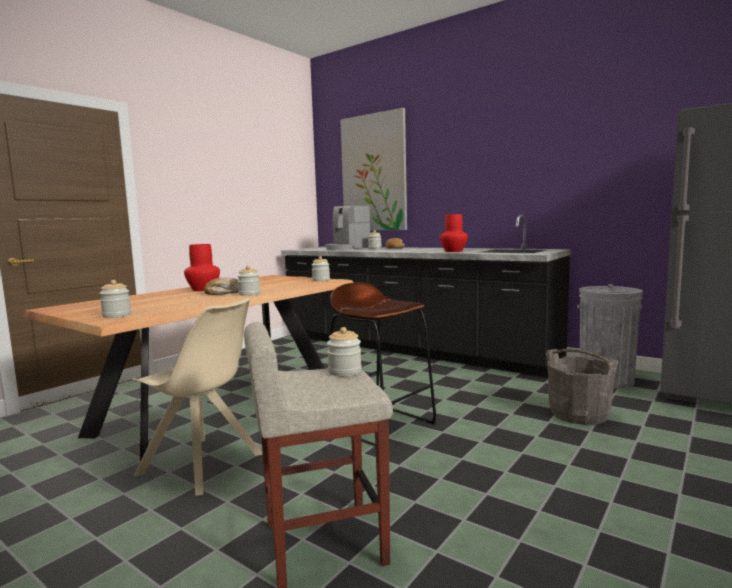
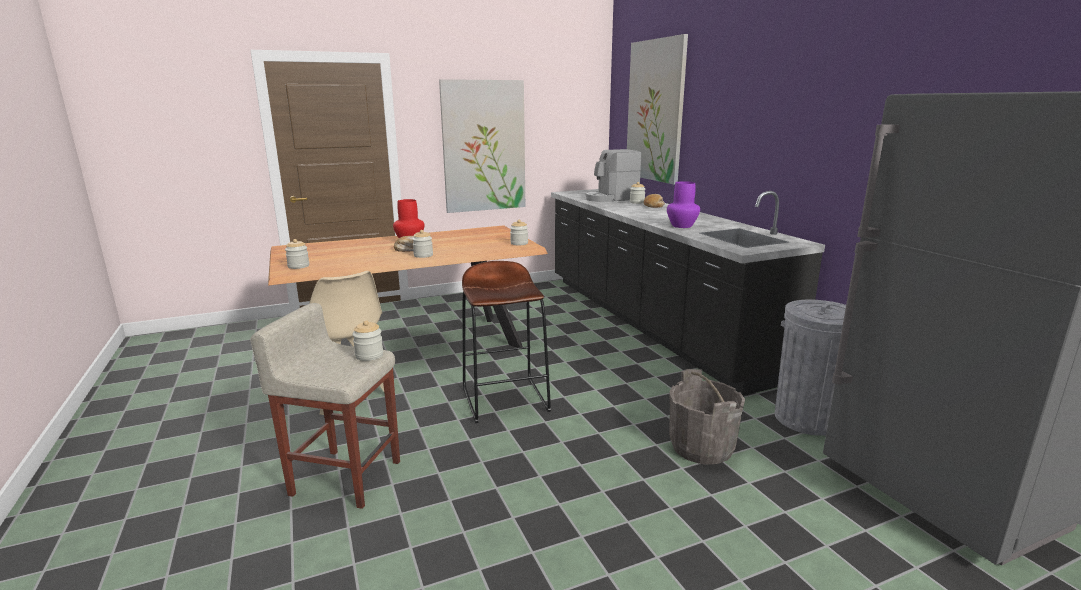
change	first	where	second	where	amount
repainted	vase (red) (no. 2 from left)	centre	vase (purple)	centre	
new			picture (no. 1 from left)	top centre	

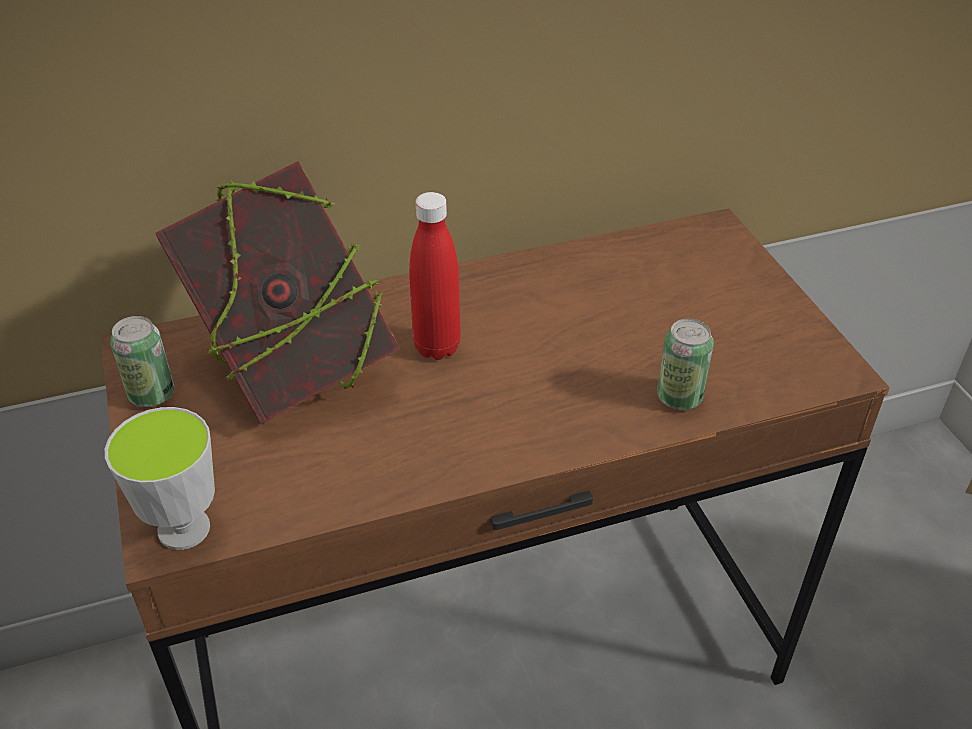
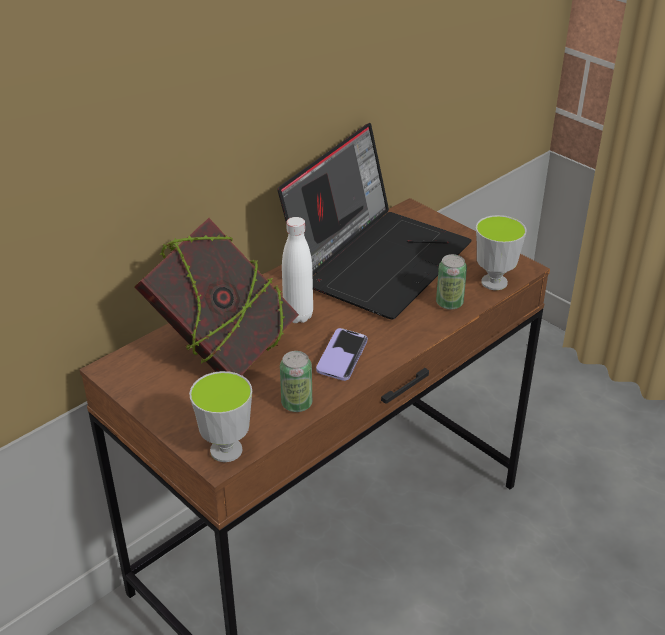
change	first	where	second	where	amount
shifted	can (no. 1 from left)	middle left		centre	
repainted	bottle (red)	centre	bottle (white)	centre	
new			laptop	centre	
new			phone	centre	
new			cup (no. 2 from left)	middle right	

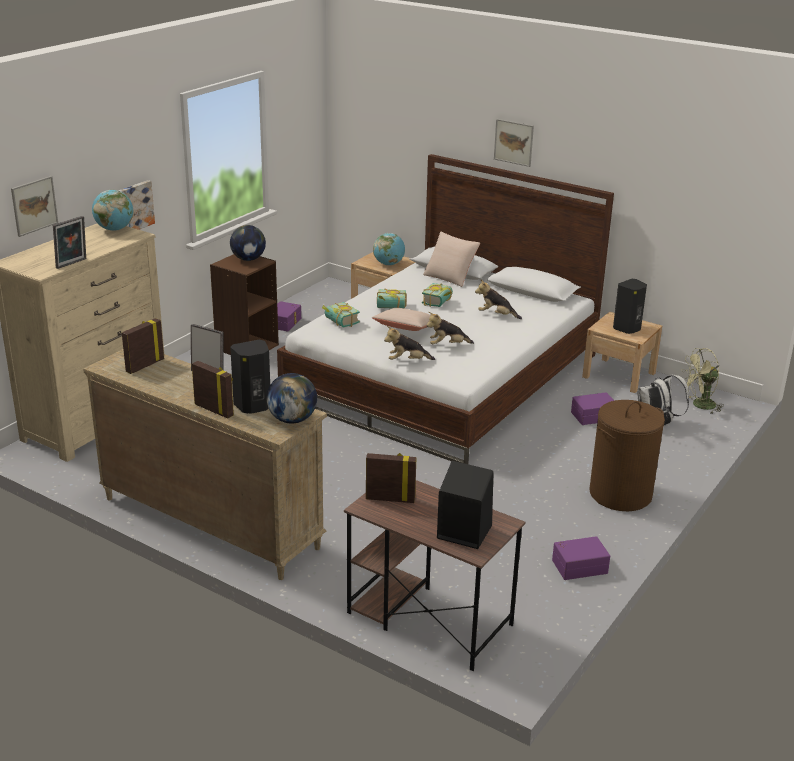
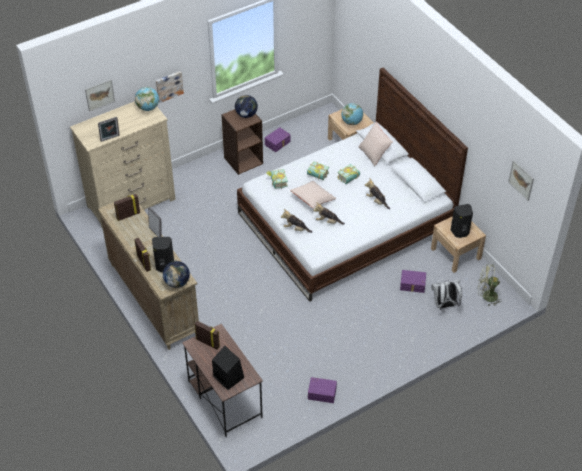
change	first	where	second	where	amount
shifted	picture (no. 3 from left)	top centre		middle right	
gone	laundry basket (brown)	middle right			

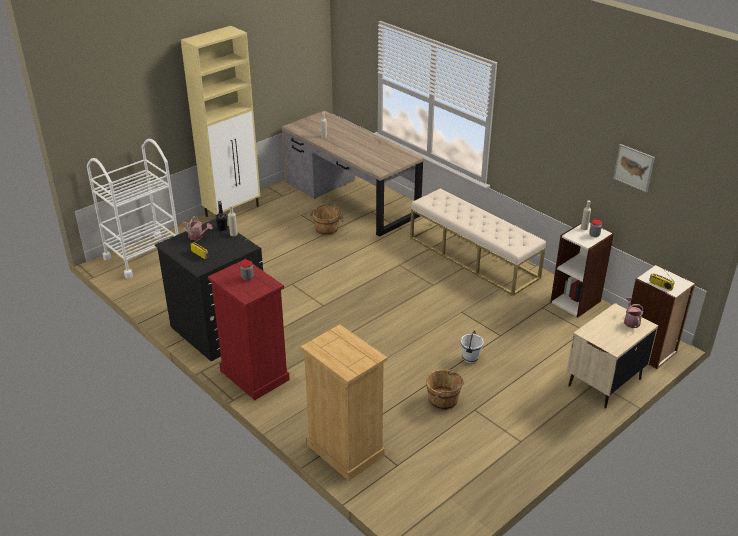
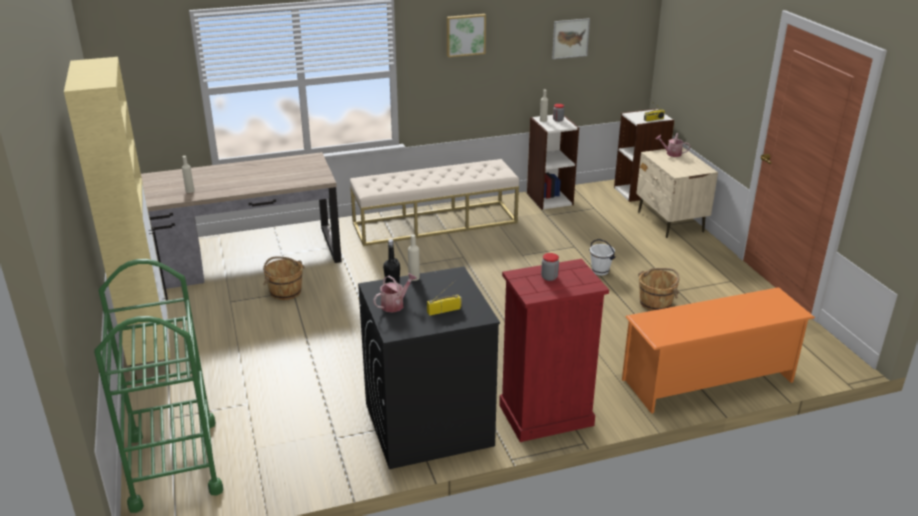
change	first	where	second	where	amount
repainted	cart (white)	middle left	cart (green)	bottom left	
swapped	dresser (beige)	bottom centre	shoe rack (orange)	bottom right	
new			picture (no. 1 from left)	top centre	

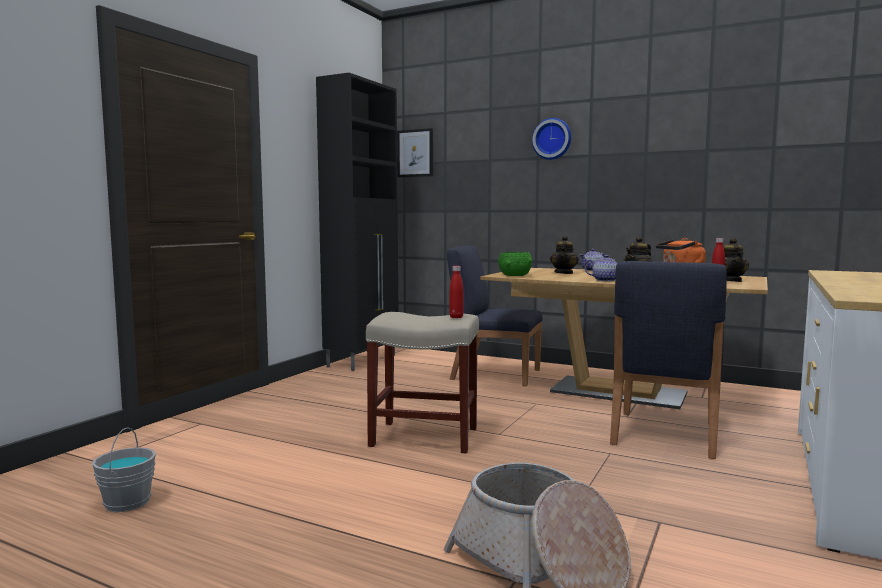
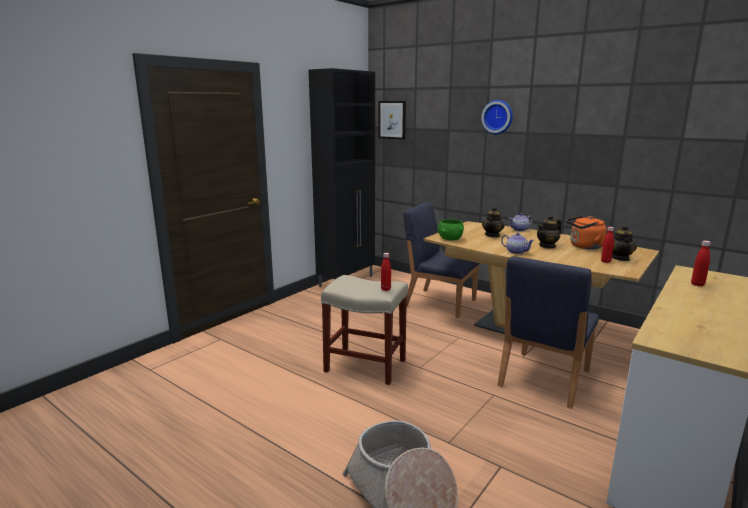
change	first	where	second	where	amount
gone	bucket (grey)	bottom left			
new			bottle (red) (no. 3 from left)	middle right	

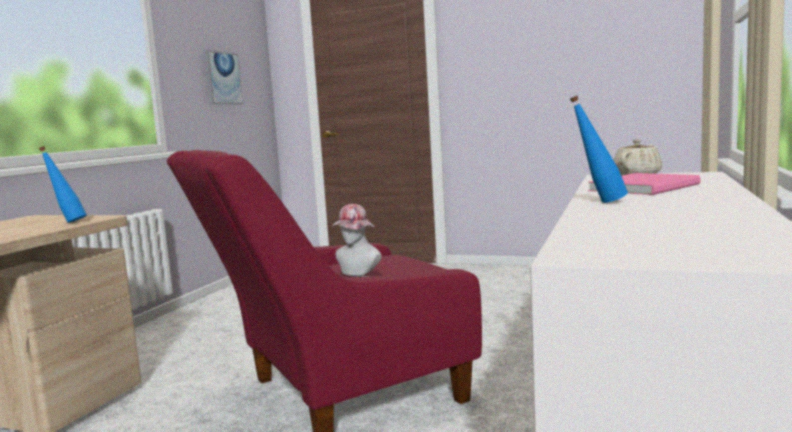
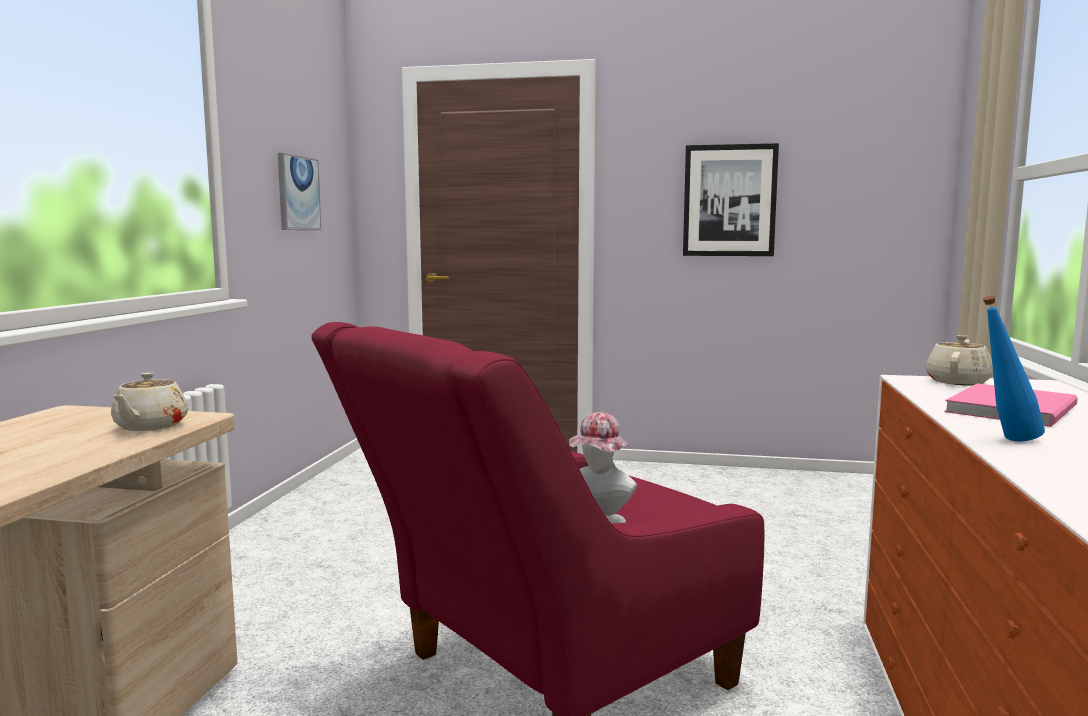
change	first	where	second	where	amount
swapped	bottle (blue) (no. 1 from left)	middle left	teapot (beige) (no. 1 from left)	middle left	
new			picture (no. 2 from left)	top right	

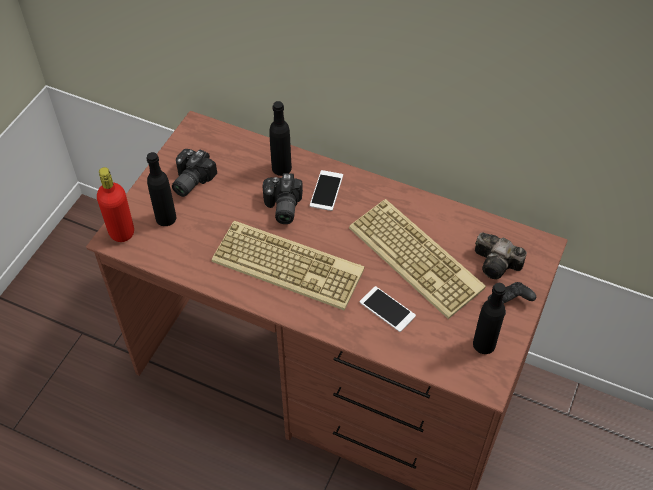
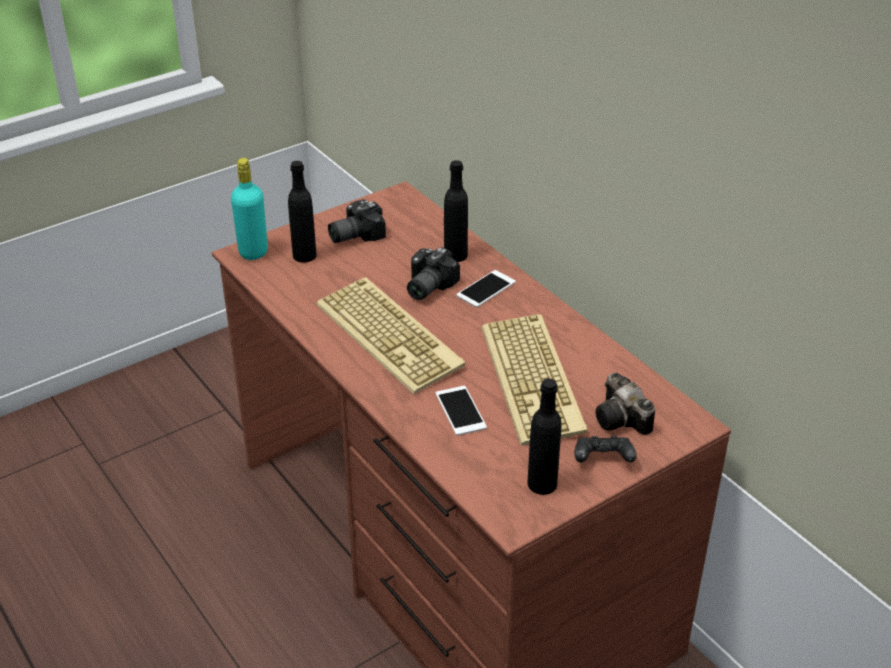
change	first	where	second	where	amount
repainted	bottle (red)	middle left	bottle (turquoise)	top left	

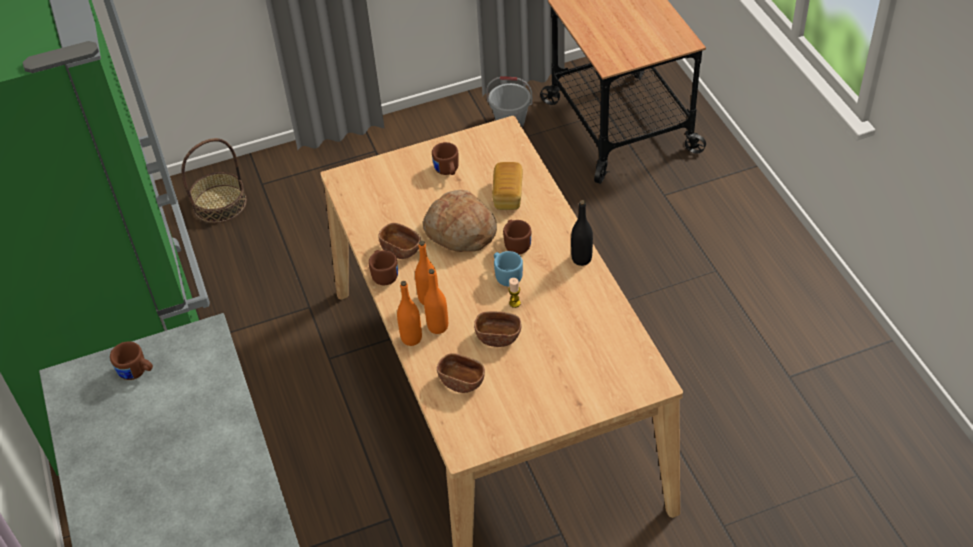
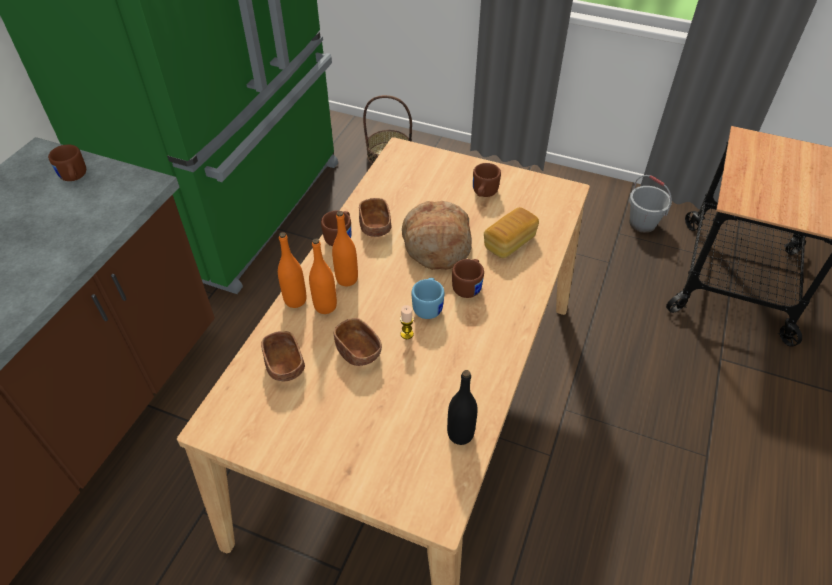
change	first	where	second	where	amount
shifted	bottle (black)	centre		bottom centre	

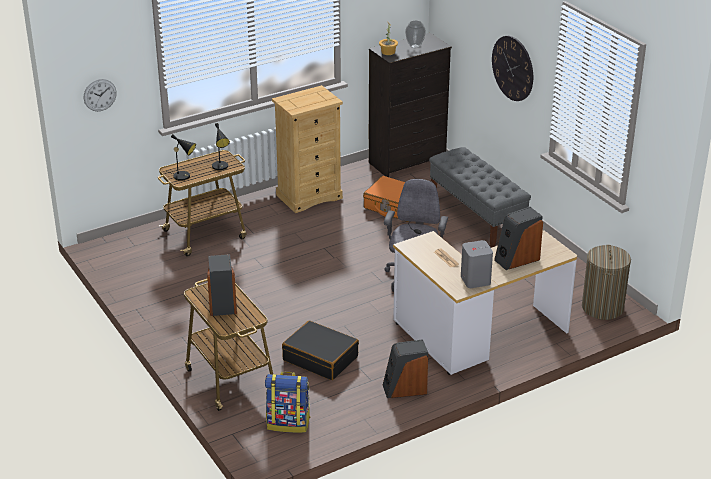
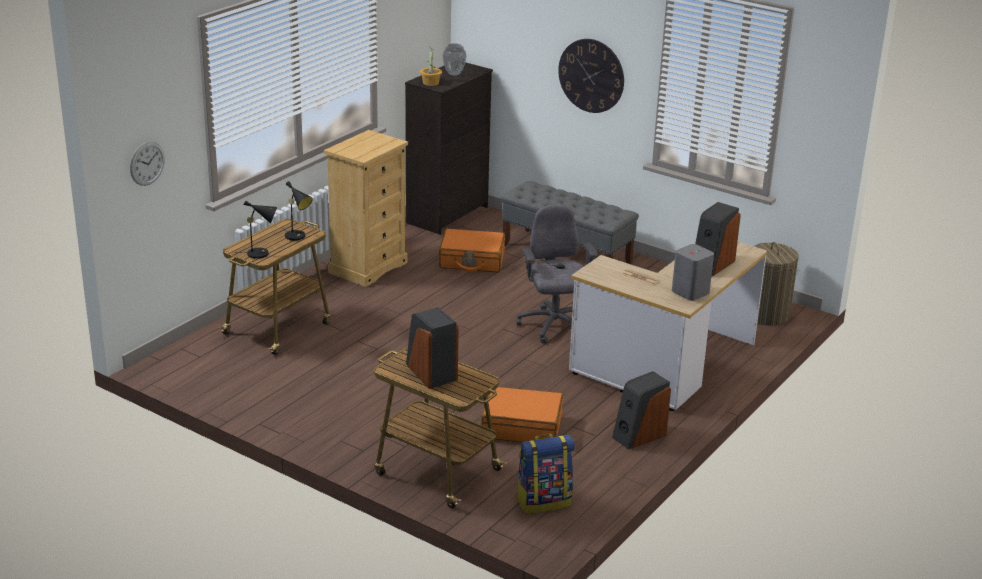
change	first	where	second	where	amount
repainted	suitcase (black)	bottom centre	suitcase (orange) (no. 2 from left)	bottom centre	

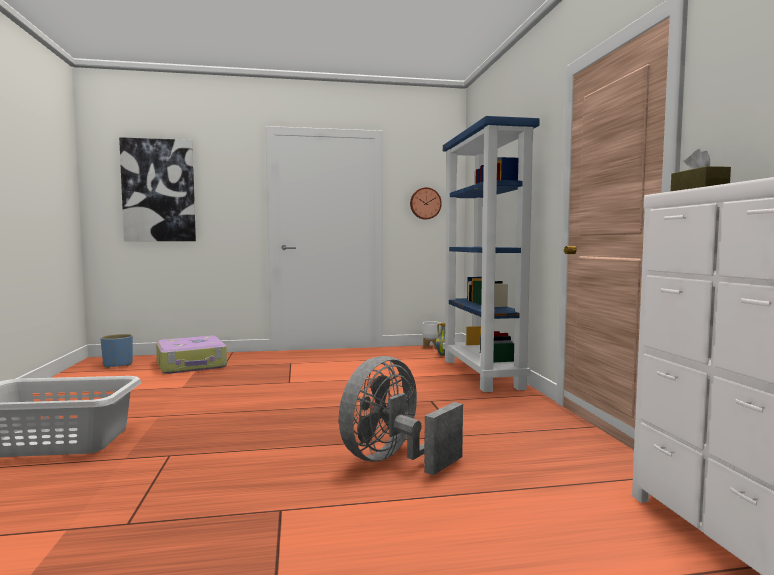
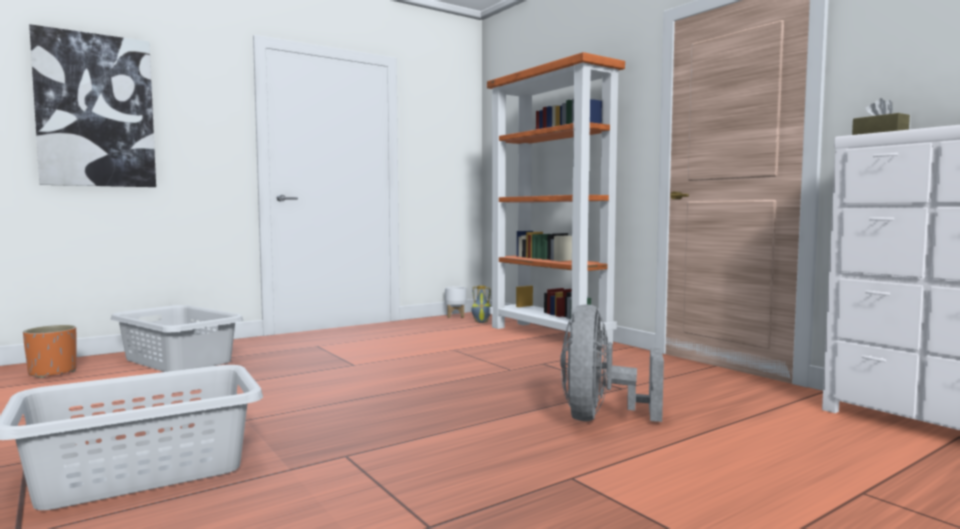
change	first	where	second	where	amount
repainted	planter (blue)	middle left	planter (orange)	middle left	
swapped	suitcase	middle left	laundry basket (grey) (no. 2 from left)	middle left	
gone	wall clock	centre			
repainted	bookcase (blue)	centre	bookcase (orange)	centre	

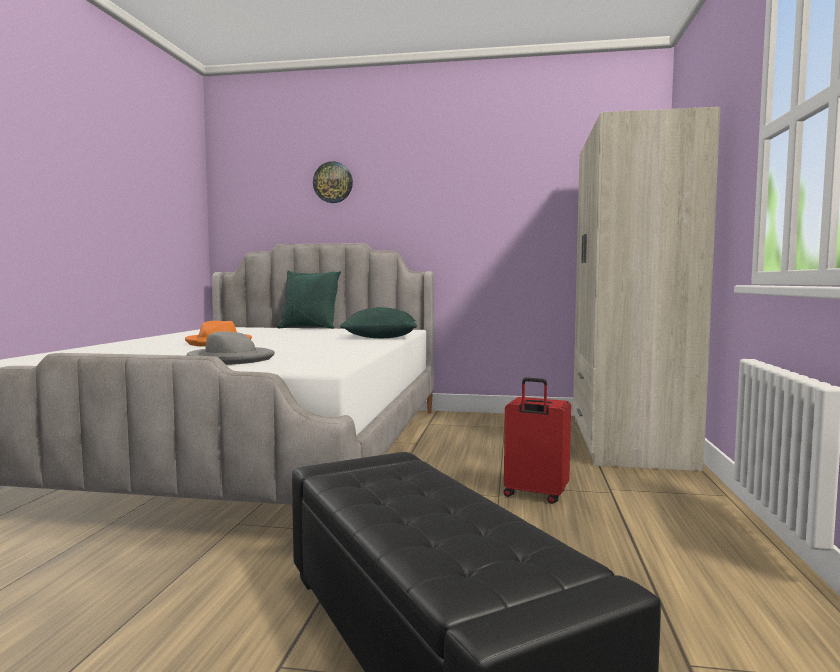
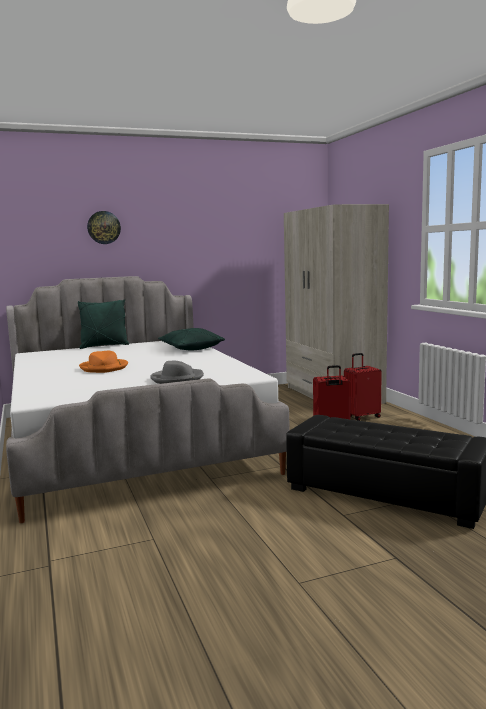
change	first	where	second	where	amount
new			suitcase (red) (no. 2 from left)	middle right	

